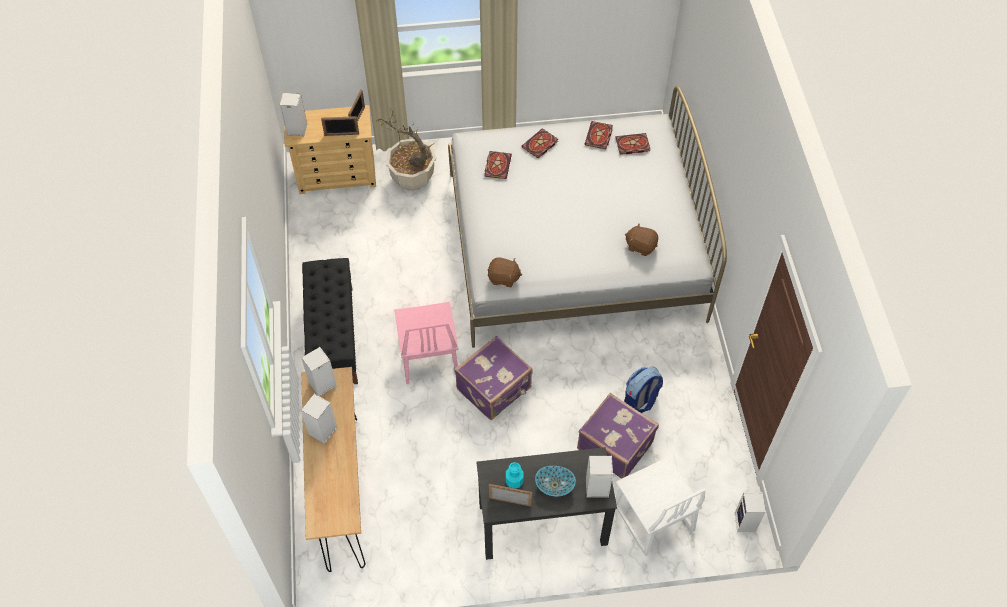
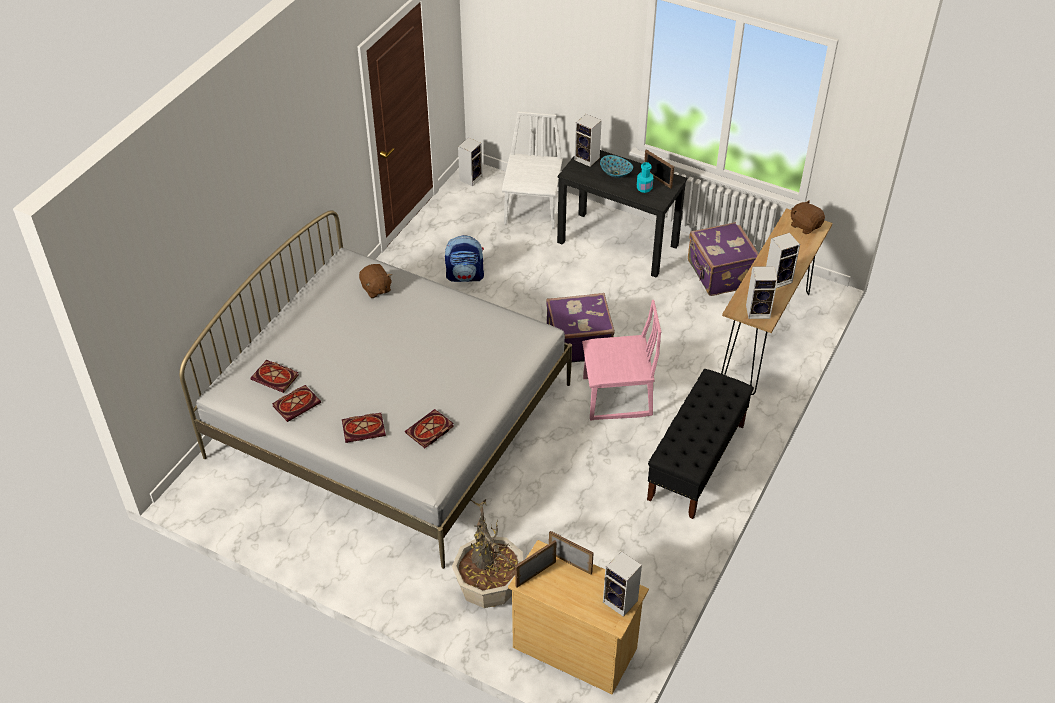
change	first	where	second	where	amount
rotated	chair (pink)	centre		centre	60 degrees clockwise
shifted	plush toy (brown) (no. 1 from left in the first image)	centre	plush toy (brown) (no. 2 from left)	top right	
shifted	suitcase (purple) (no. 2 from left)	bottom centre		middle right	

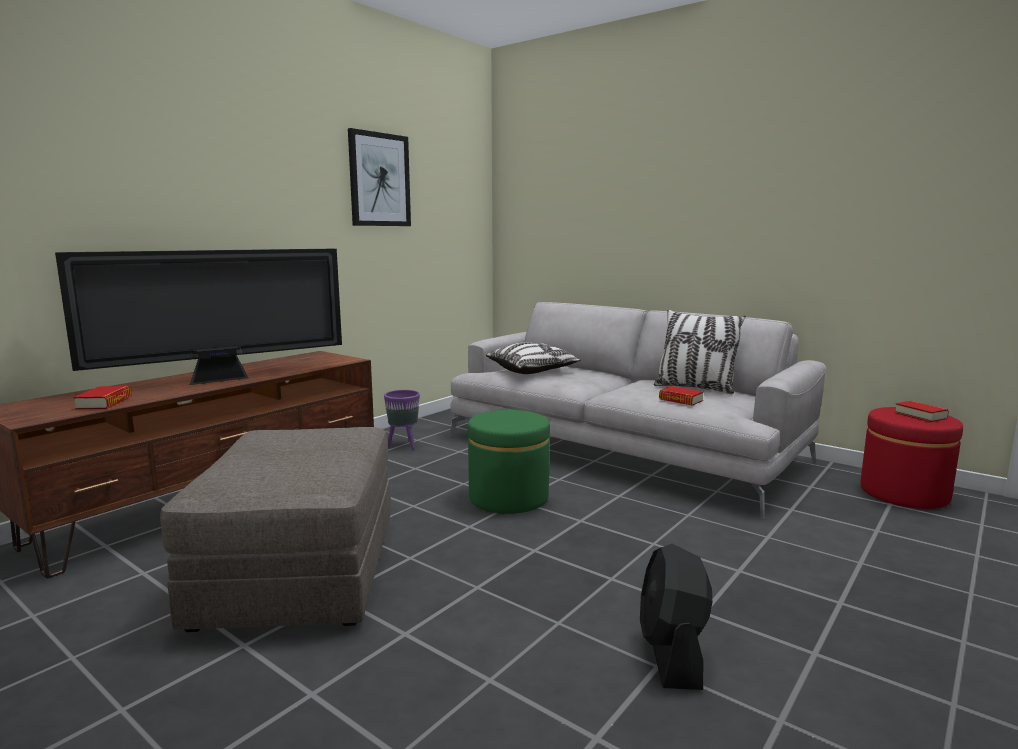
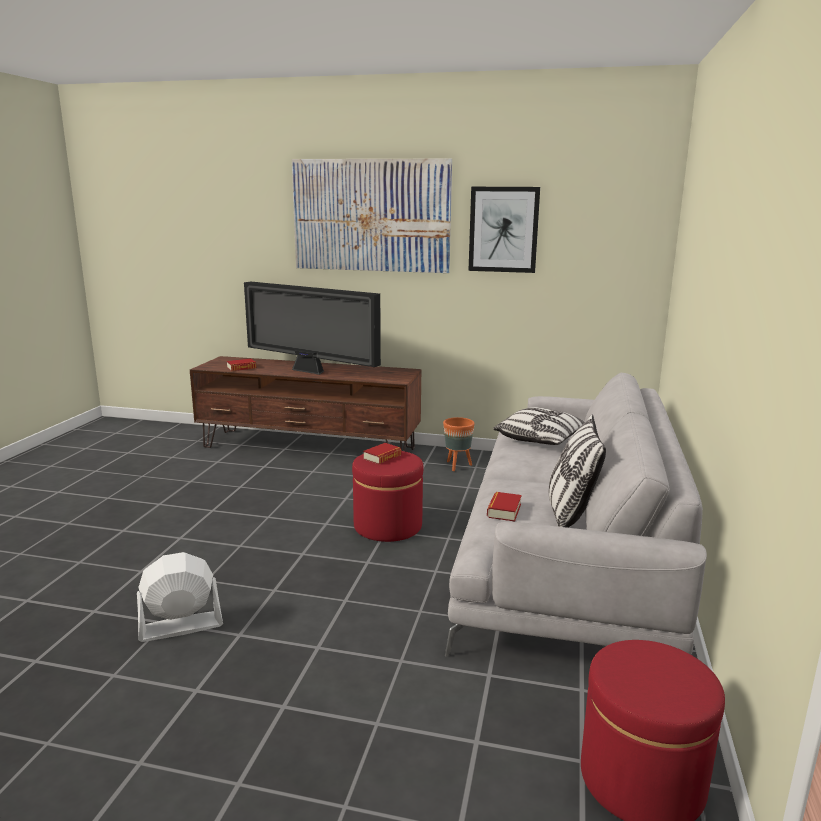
change	first	where	second	where	amount
gone	ottoman (grey)	bottom left			
repainted	planter (purple)	centre	planter (orange)	centre	
repainted	ottoman (green)	centre	ottoman (red) (no. 1 from left)	centre	
repainted	fan (black)	bottom centre	fan (white)	bottom left	
shifted	book (no. 3 from left in the first image)	middle right	book (no. 2 from left)	centre	
new			picture (no. 1 from left)	top centre	

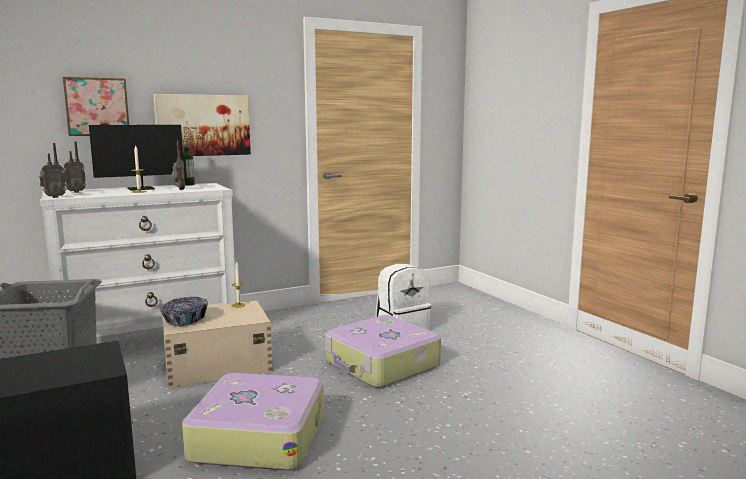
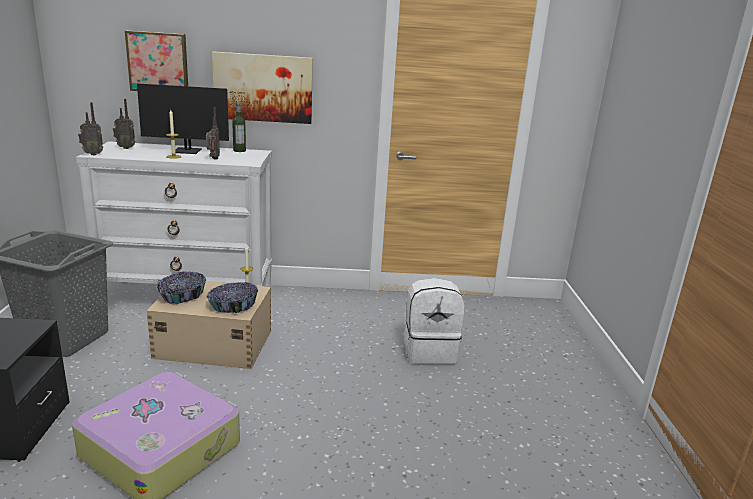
change	first	where	second	where	amount
gone	suitcase (no. 2 from left)	bottom centre			
new			bowl (no. 2 from left)	middle left	

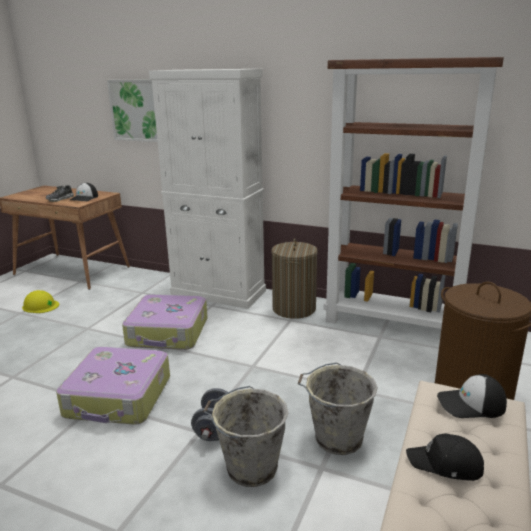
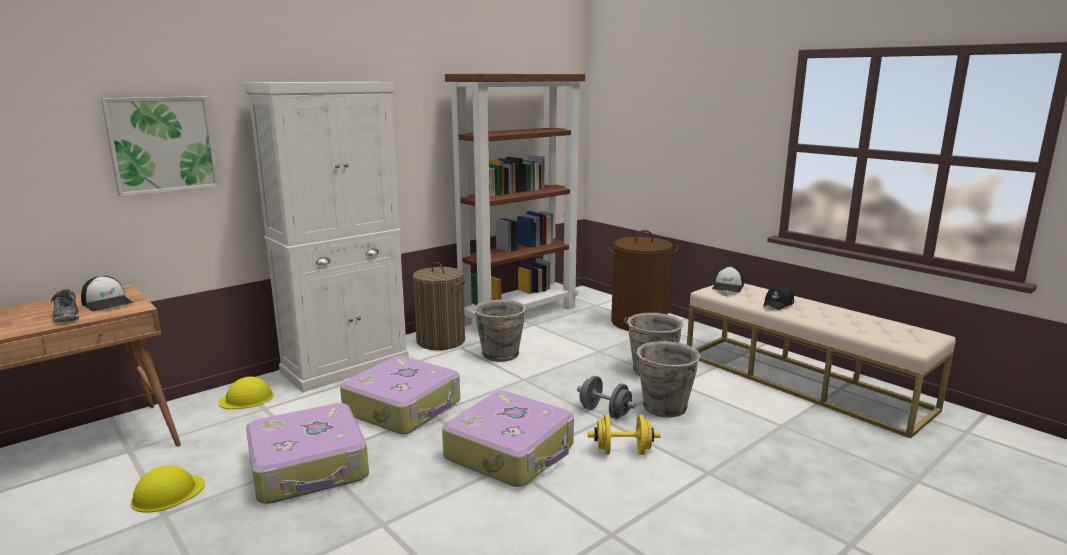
change	first	where	second	where	amount
new			hard hat (yellow) (no. 2 from left)	bottom left	
new			suitcase (no. 1 from left)	bottom left	
new			bucket (grey) (no. 1 from left)	centre	
new			dumbbell (yellow)	bottom centre	

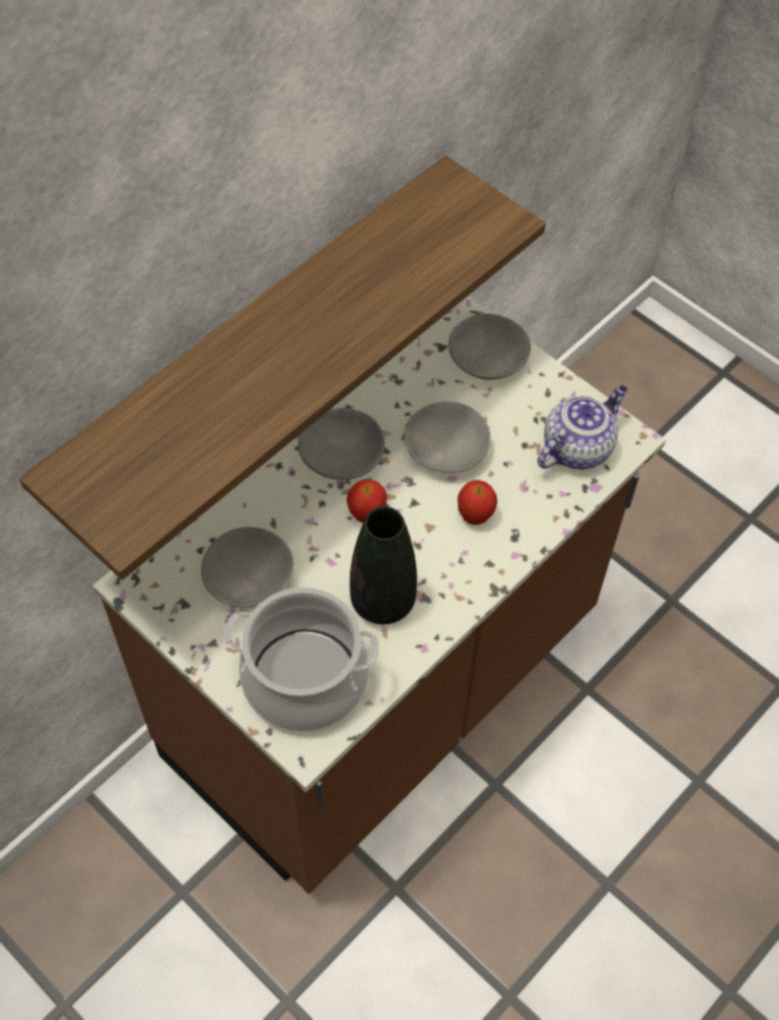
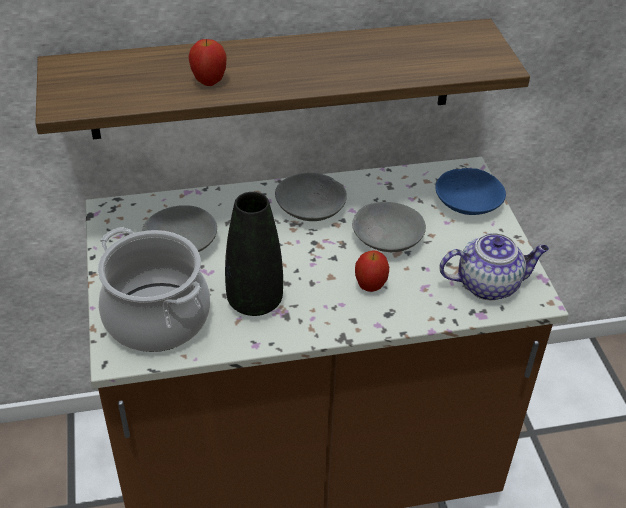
change	first	where	second	where	amount
shifted	apple (no. 1 from left)	centre		top left	
repainted	bowl (grey) (no. 4 from left)	centre	bowl (blue)	middle right	

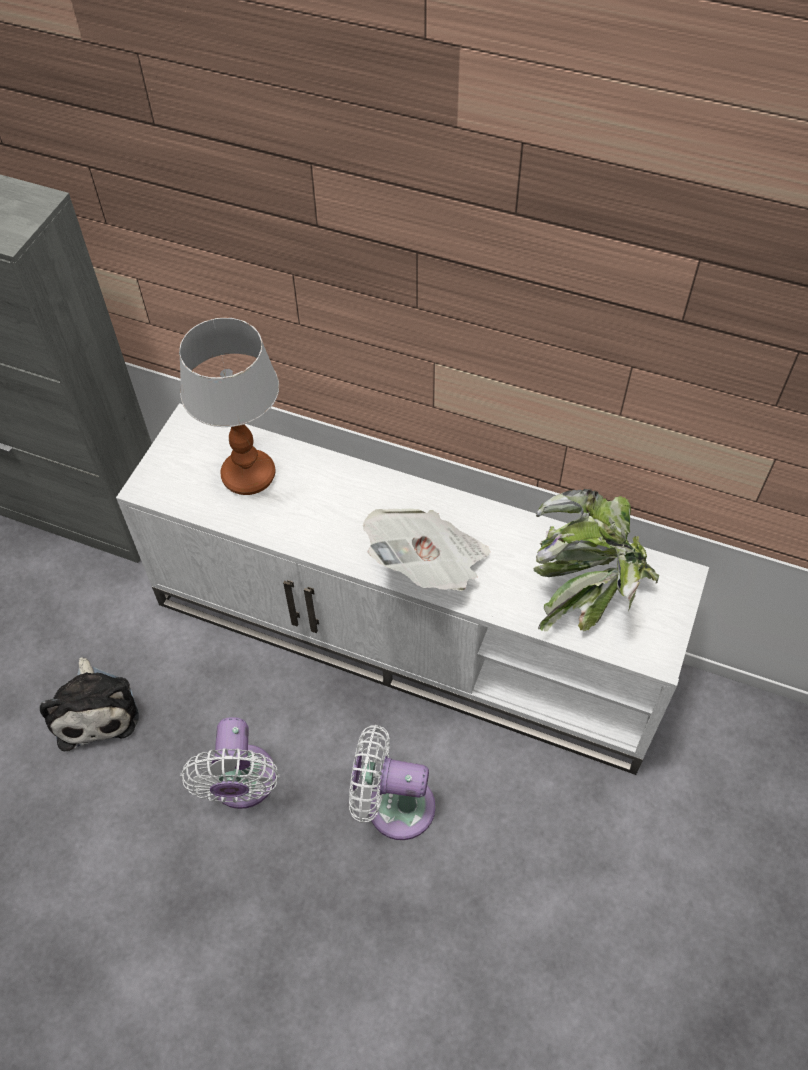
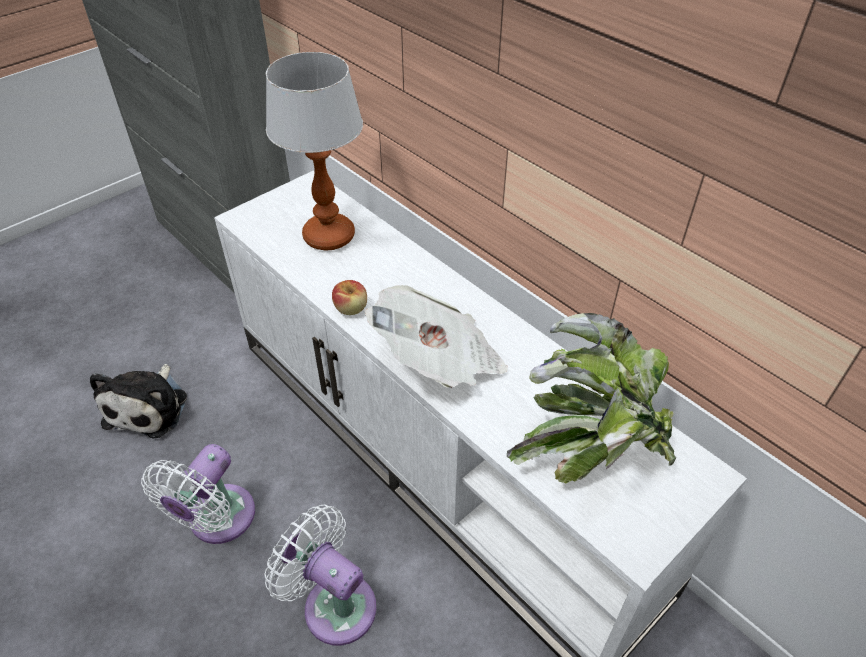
change	first	where	second	where	amount
new			apple	centre	

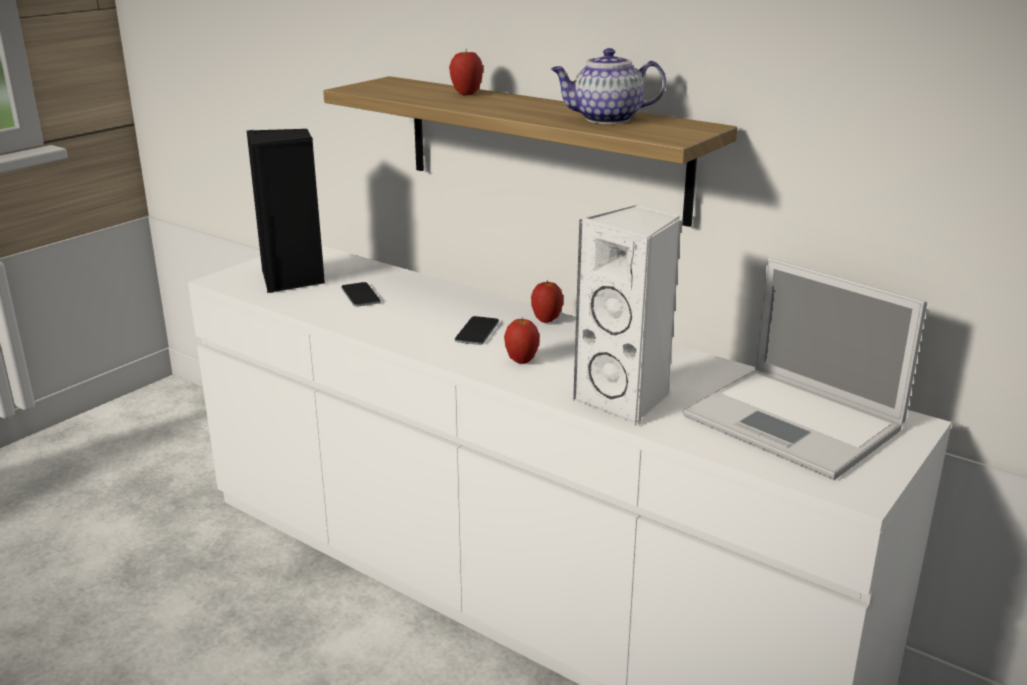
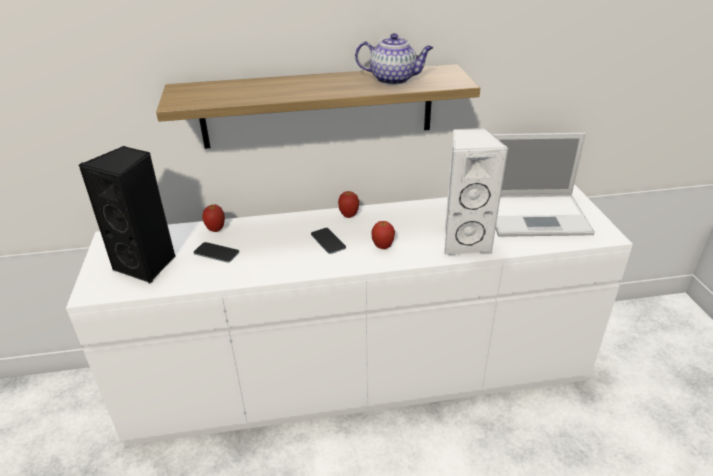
change	first	where	second	where	amount
shifted	apple (no. 1 from left)	top centre		middle left	
rotated	teapot	top centre		top centre	120 degrees counterclockwise

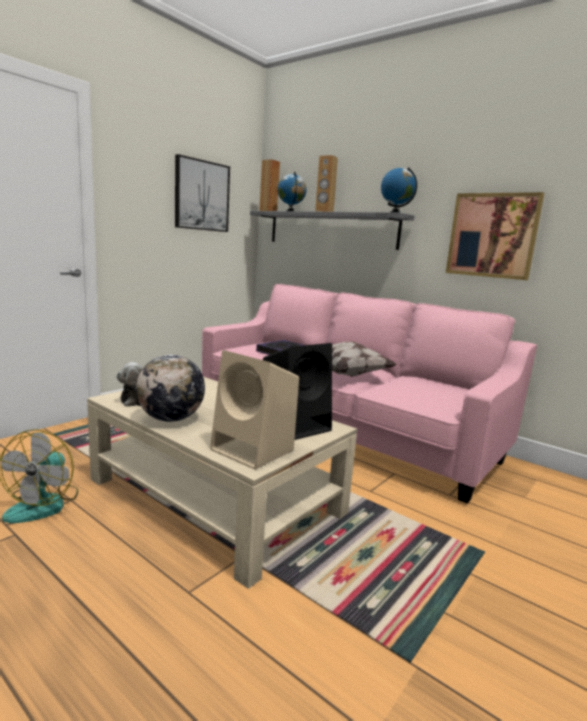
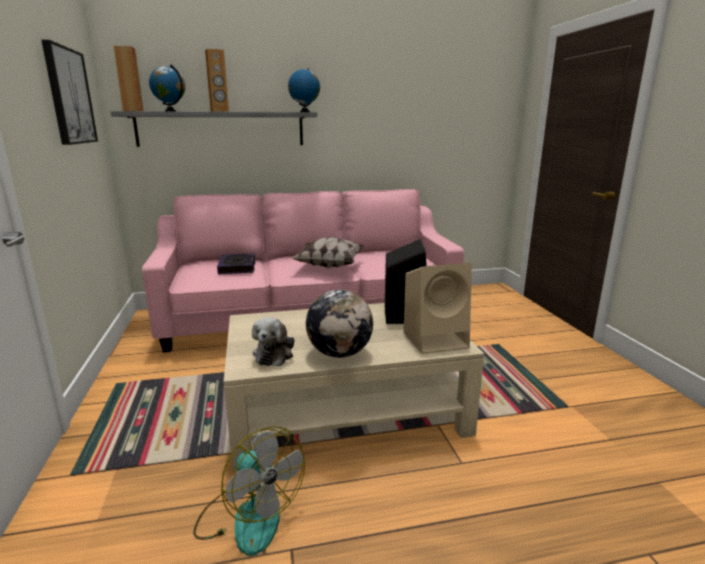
change	first	where	second	where	amount
gone	picture (no. 2 from left)	top right			

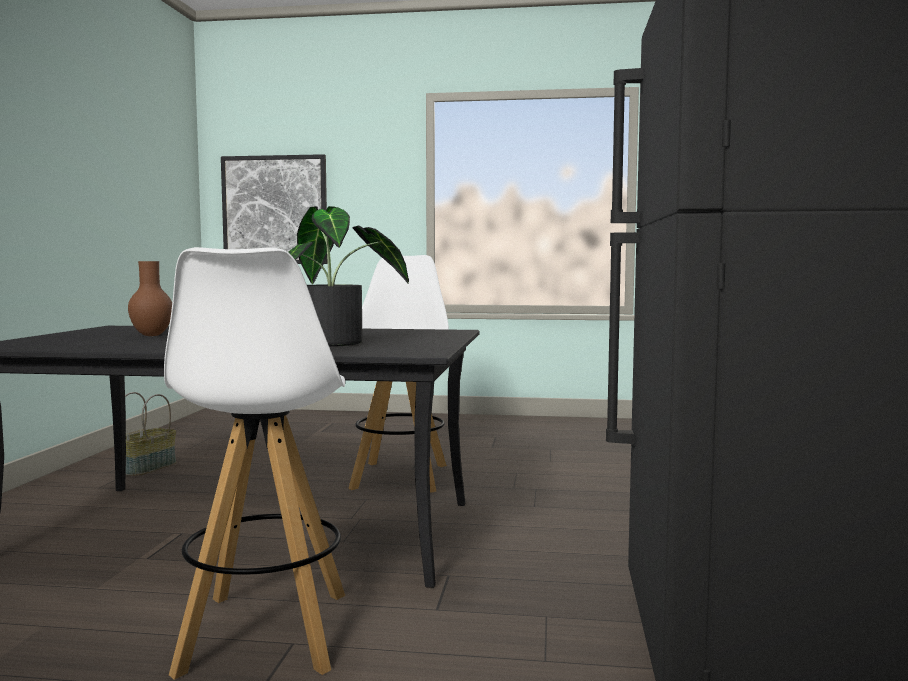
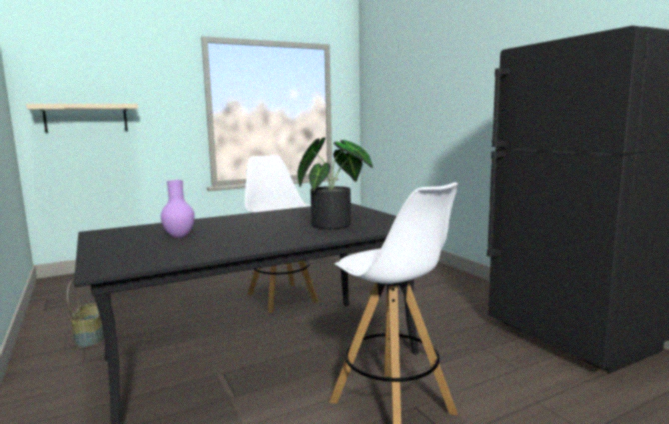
change	first	where	second	where	amount
repainted	vase (brown)	middle left	vase (purple)	middle left	
swapped	picture	top left	shelf (beige)	top left	

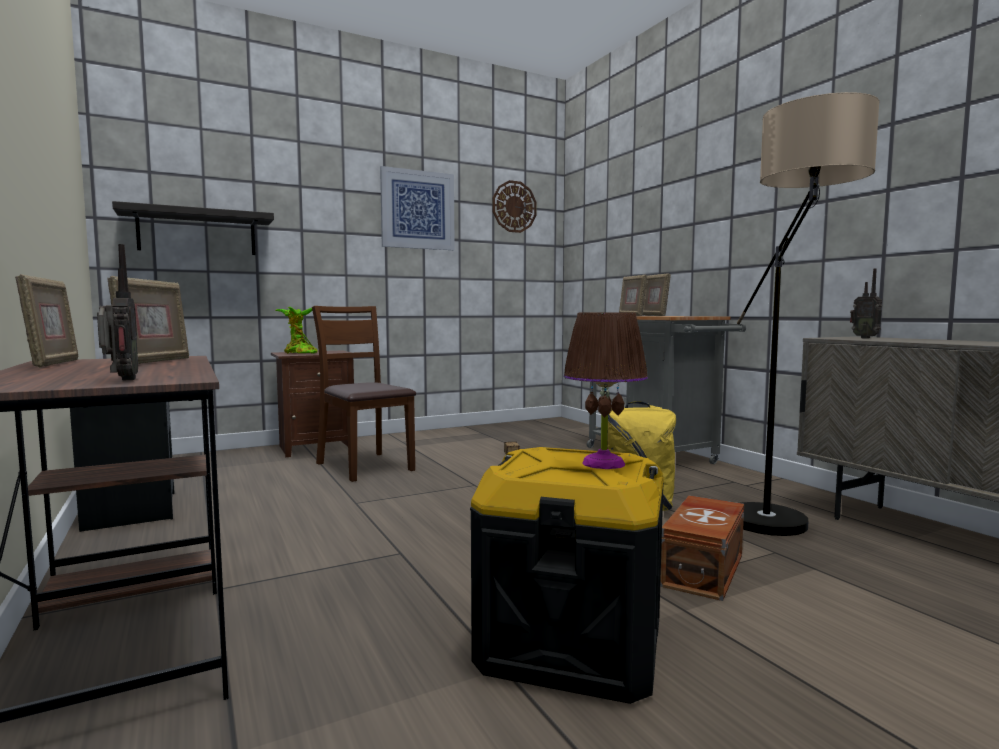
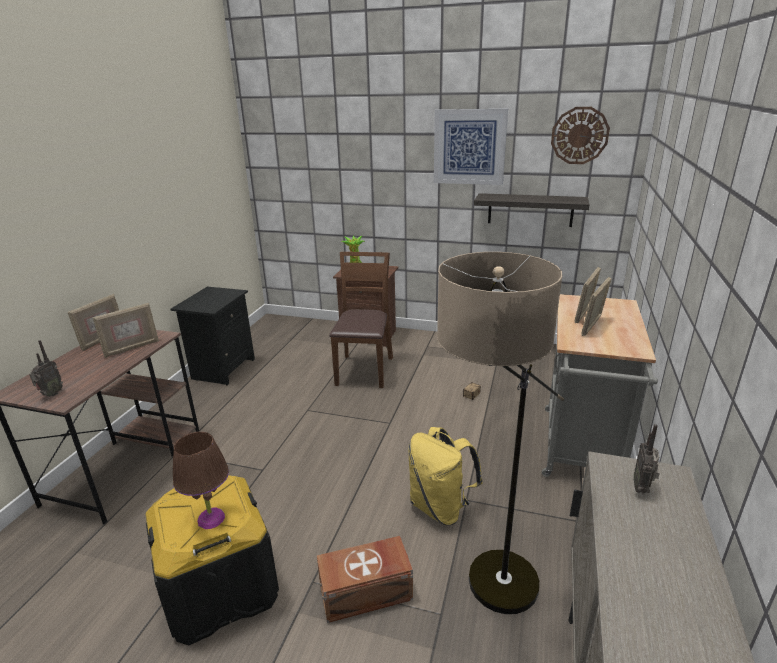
change	first	where	second	where	amount
shifted	shelf	top left		top right	

